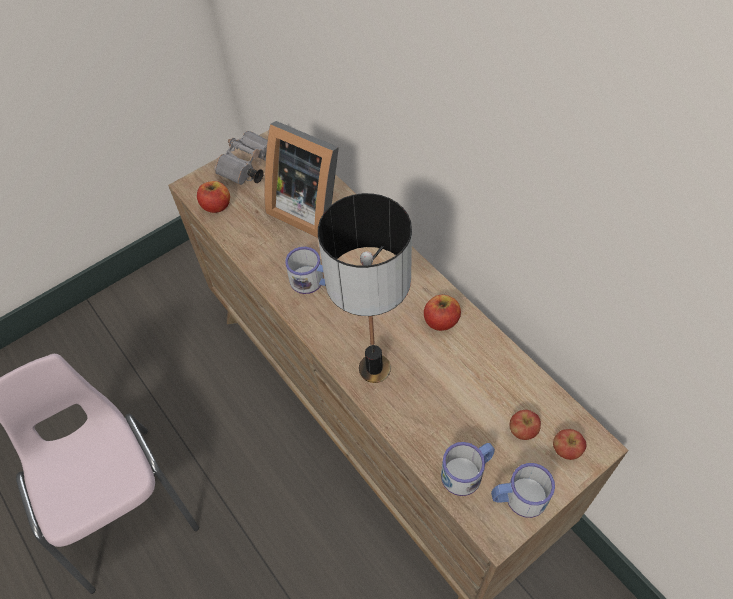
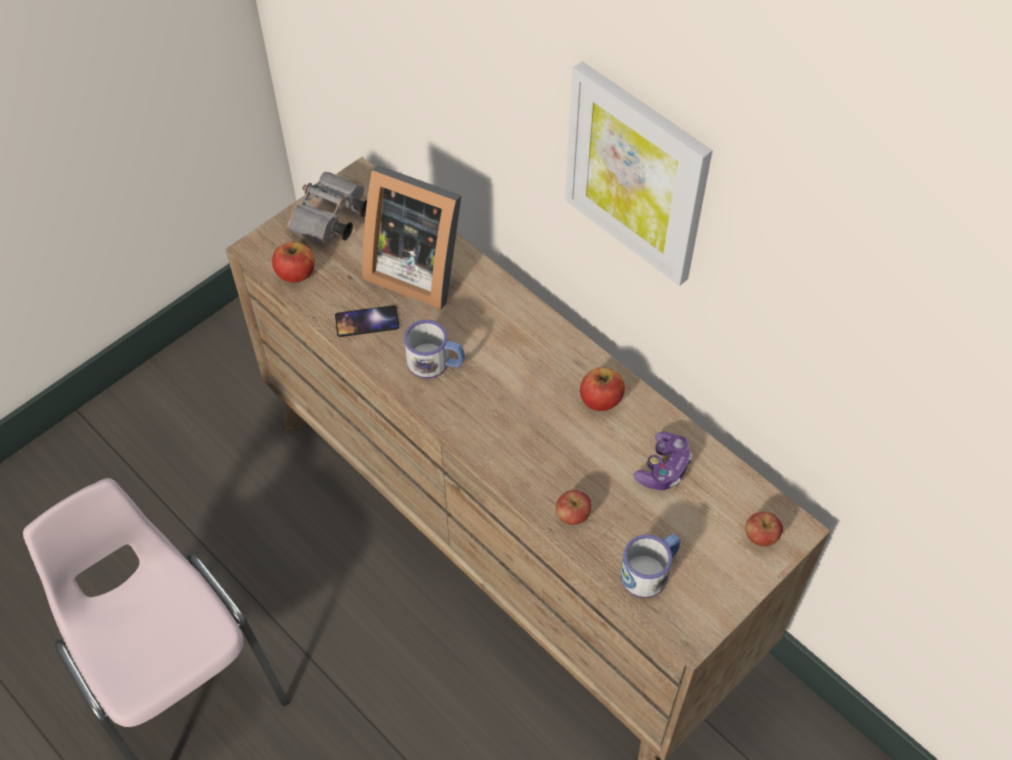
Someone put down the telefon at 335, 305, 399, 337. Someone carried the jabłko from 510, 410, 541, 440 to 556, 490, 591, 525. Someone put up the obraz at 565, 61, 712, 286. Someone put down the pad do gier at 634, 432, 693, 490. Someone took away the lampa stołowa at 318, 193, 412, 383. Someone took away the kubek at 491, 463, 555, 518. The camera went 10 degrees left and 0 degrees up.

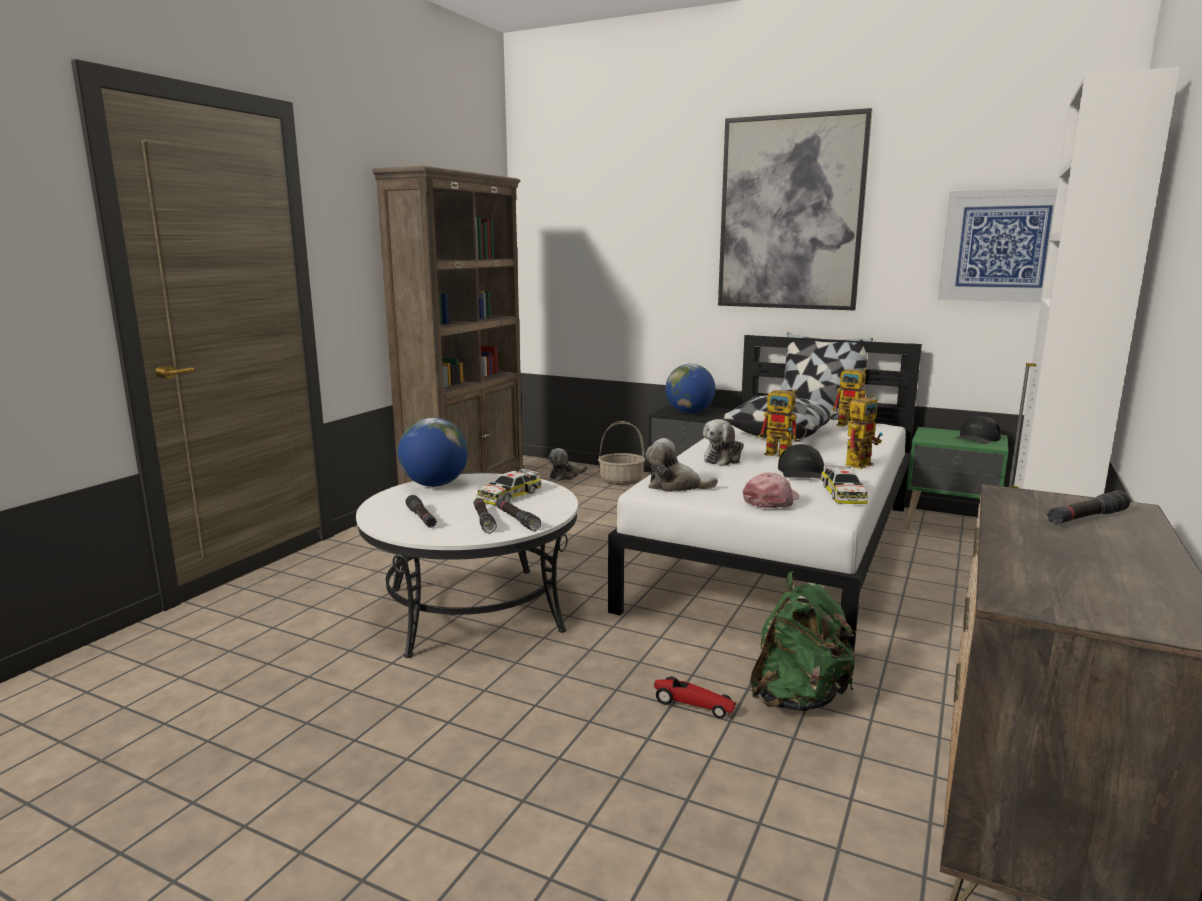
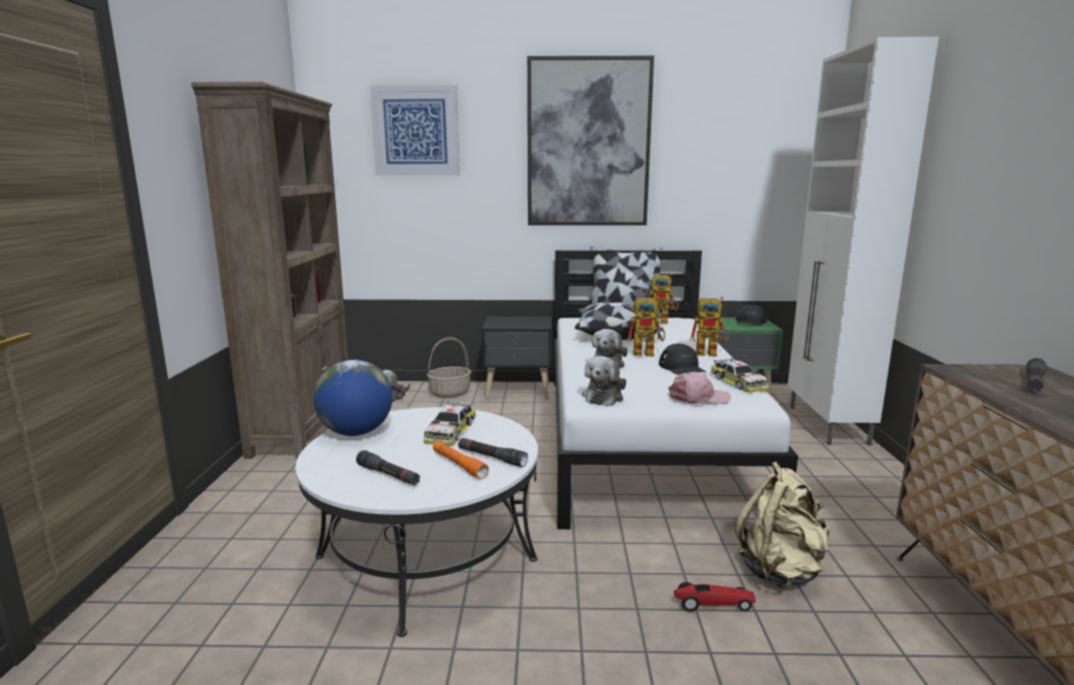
Someone carried the obraz from 938, 188, 1057, 303 to 370, 86, 459, 175. Someone repainted the latarka/czarny at 473, 498, 497, 533, which became the latarka/pomarańczowy at 433, 441, 489, 479. Someone rotated the pluszak at 645, 438, 718, 492 by 60 degrees counterclockwise. Someone rotated the czapka z daszkiem/różowy at 743, 472, 799, 508 by 75 degrees clockwise. Someone rotated the robot zabawkowy at 846, 394, 883, 469 by 75 degrees clockwise. Someone repainted the plecak/zielony at 750, 572, 856, 711, which became the plecak/beżowy at 735, 462, 830, 589. Someone took away the globus at 666, 364, 715, 413. The camera went 25 degrees left and 0 degrees up.

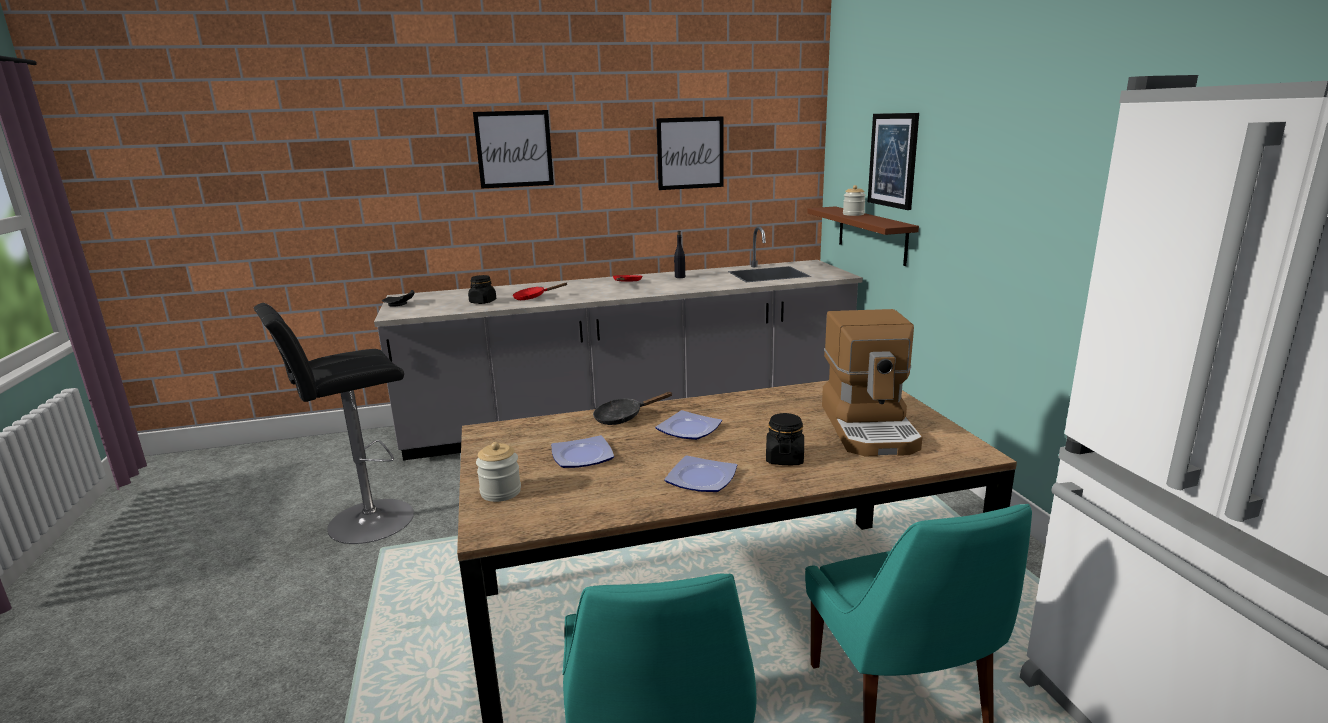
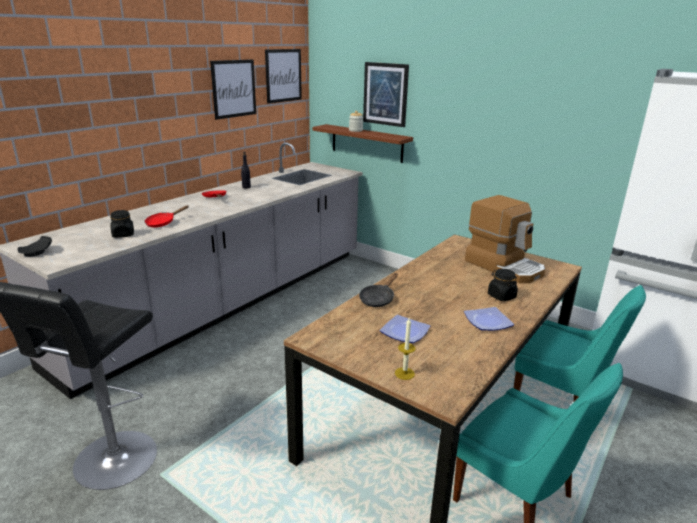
Someone carried the obraz from 473, 110, 554, 189 to 265, 49, 302, 104. Someone swapped the słoik at 476, 442, 521, 502 for the świeca at 395, 318, 416, 380. Someone took away the talerz at 655, 410, 722, 440. The camera went 40 degrees left and 5 degrees up.

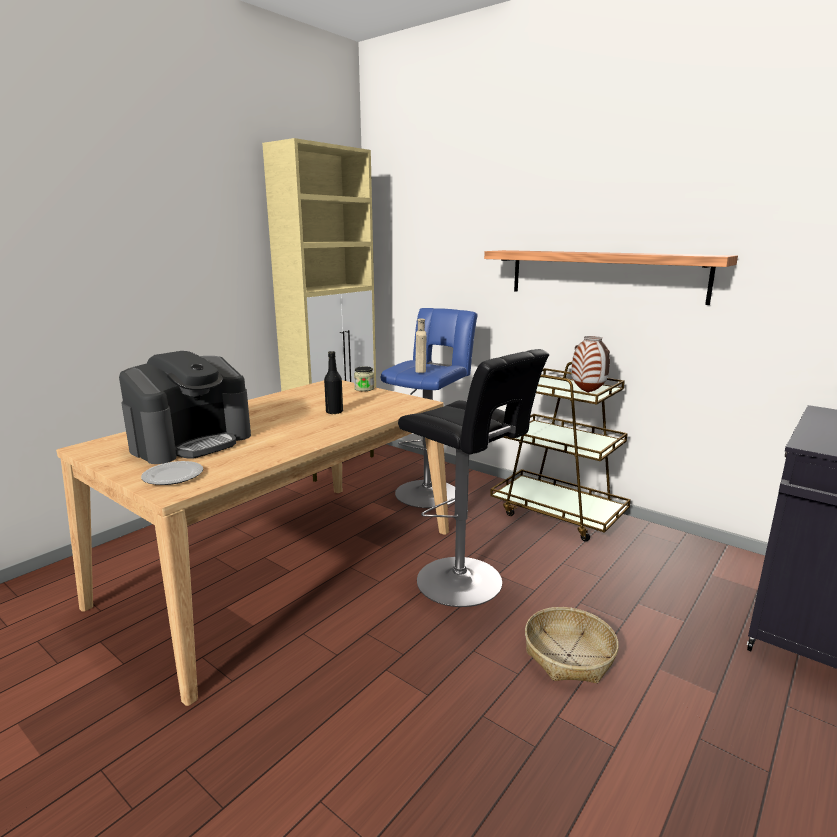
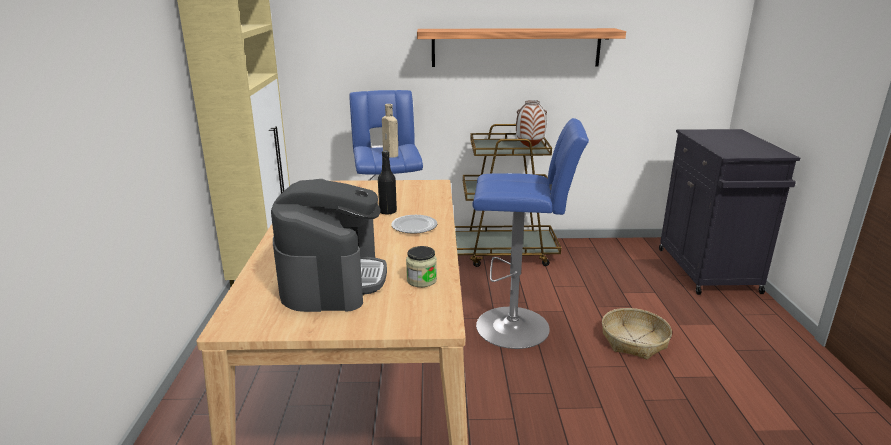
Someone carried the talerz from 141, 461, 203, 485 to 391, 215, 437, 234. Someone carried the słoik from 354, 366, 374, 391 to 406, 246, 437, 287. Someone repainted the stołek/czarny at 398, 349, 549, 607, which became the stołek/niebieski at 472, 118, 589, 349. The camera went 40 degrees left and 5 degrees up.

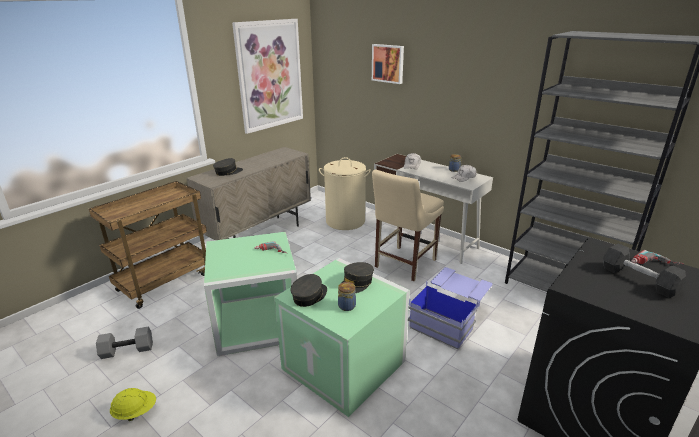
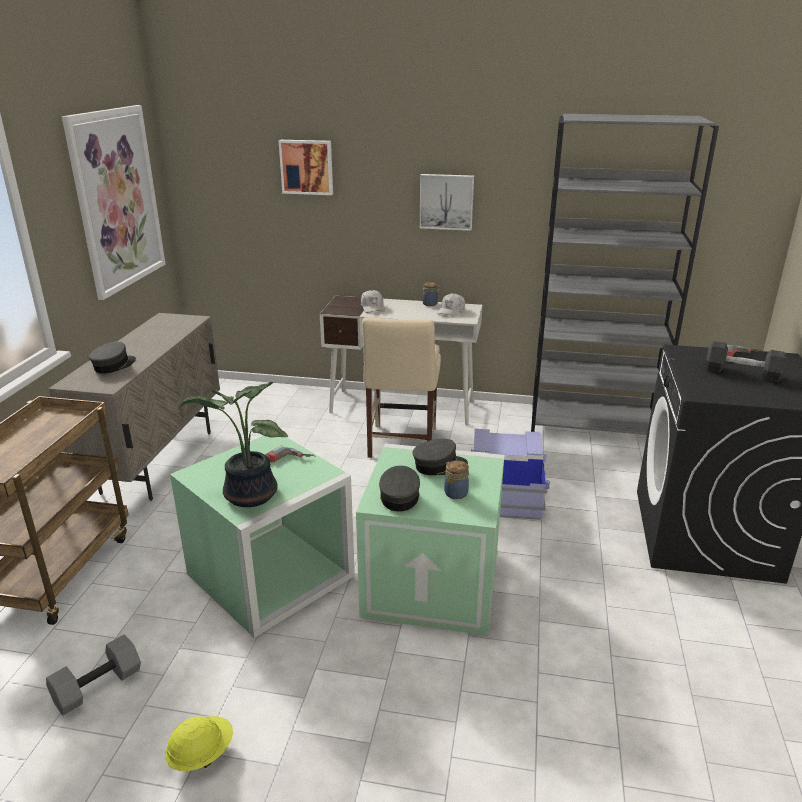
Someone put down the roślina doniczkowa at 179, 382, 288, 507. Someone rotated the czapka z daszkiem/szary at 341, 262, 374, 293 by 120 degrees counterclockwise. Someone put up the obraz at 420, 174, 474, 231. Someone took away the kosz na pranie/beżowy at 319, 157, 371, 230. The camera went 30 degrees left and 0 degrees up.

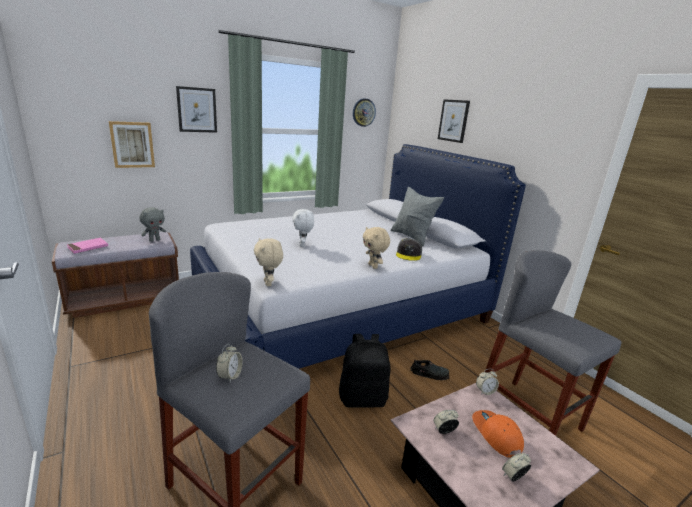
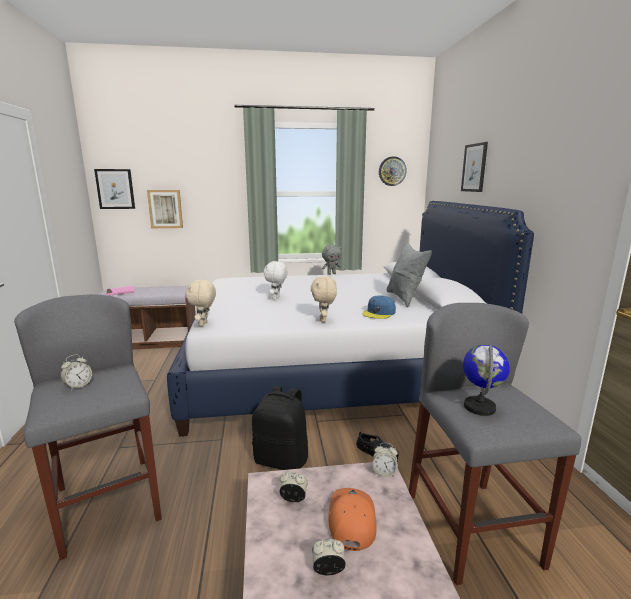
Someone carried the obraz from 176, 86, 217, 133 to 94, 169, 135, 209. Someone carried the pluszak/szary from 139, 207, 166, 242 to 322, 245, 342, 275. Someone repainted the czapka z daszkiem/szary at 396, 239, 422, 261, which became the czapka z daszkiem/niebieski at 363, 296, 396, 319. Someone put down the globus at 463, 344, 510, 416. The camera went 25 degrees right and 5 degrees down.

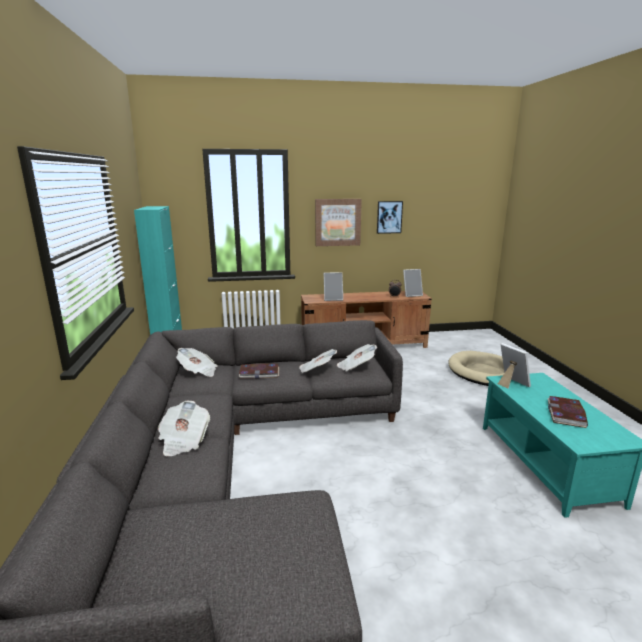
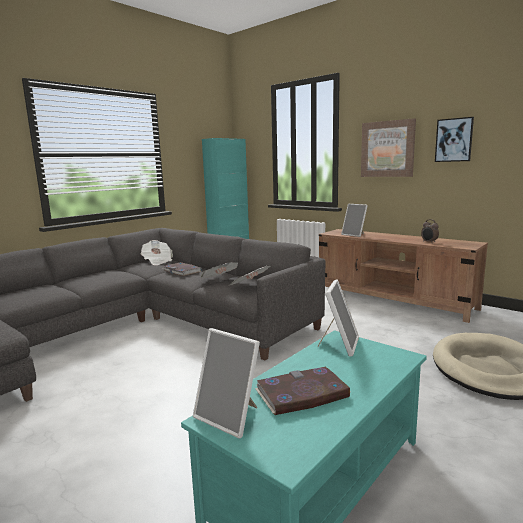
Someone carried the ramka na zdjęcie from 403, 269, 423, 297 to 193, 328, 260, 438. Someone took away the gazeta at 158, 401, 210, 456. The camera went 50 degrees right and 5 degrees down.

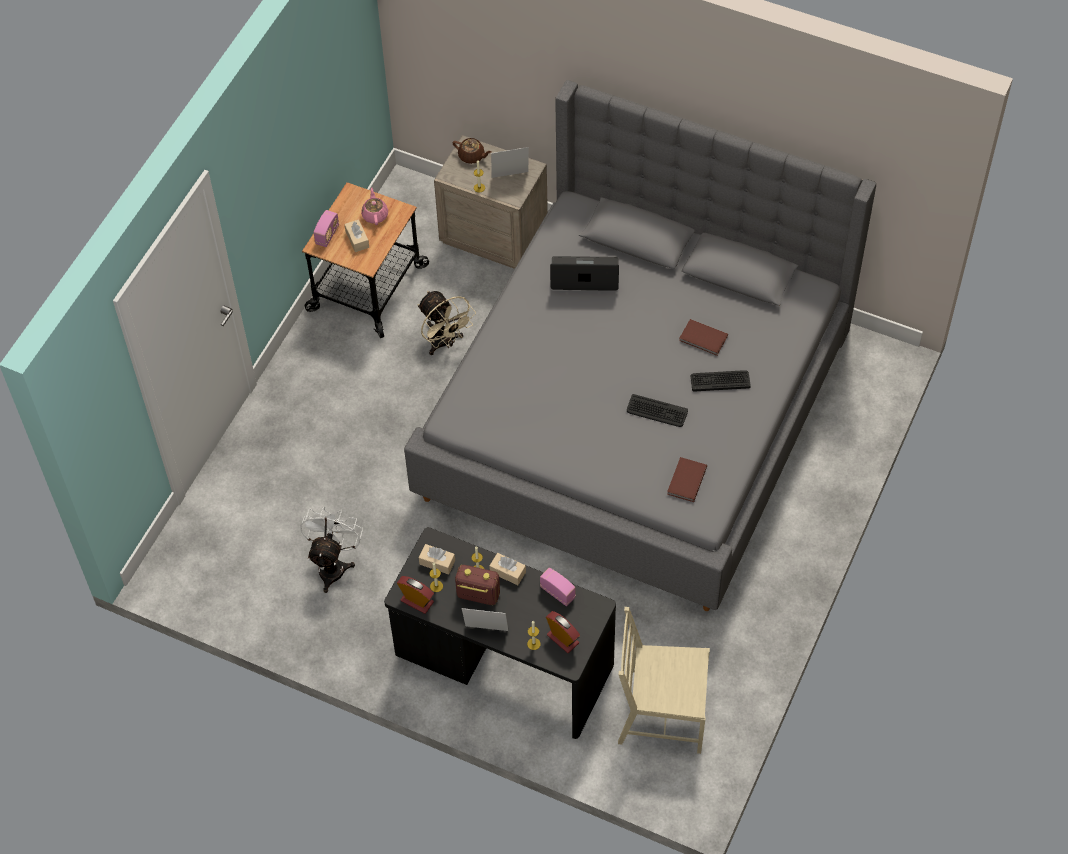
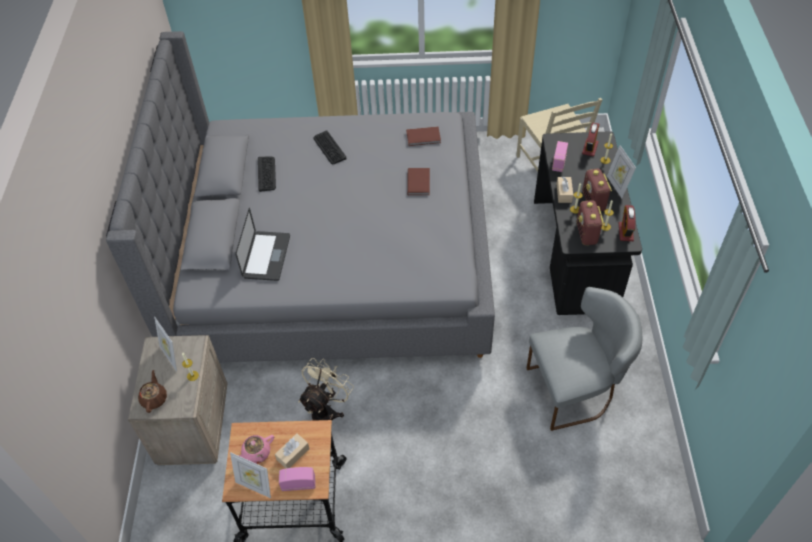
Someone put down the ramka na zdjęcie at 230, 452, 271, 498. Someone rotated the laptop at 550, 256, 619, 291 by 150 degrees counterclockwise. Someone carried the klawiatura from 627, 394, 688, 427 to 258, 156, 276, 192. Someone carried the książka/brązowy from 679, 319, 728, 356 to 407, 168, 430, 195. Someone swapped the wentylator/biały at 300, 506, 363, 593 for the krzesło/szary at 527, 287, 642, 431. Someone swapped the pudełko chusteczek/beżowy at 419, 544, 455, 575 for the radio at 577, 200, 604, 245. The camera went 115 degrees left and 5 degrees down.

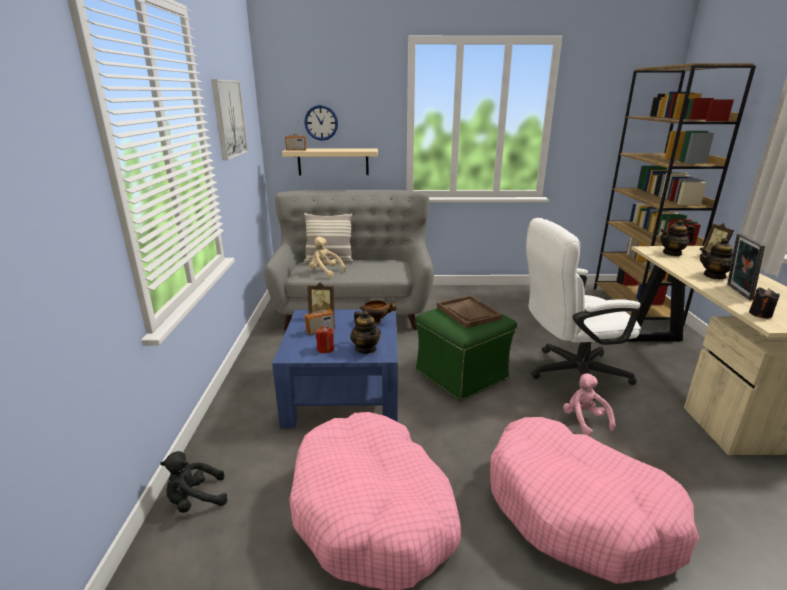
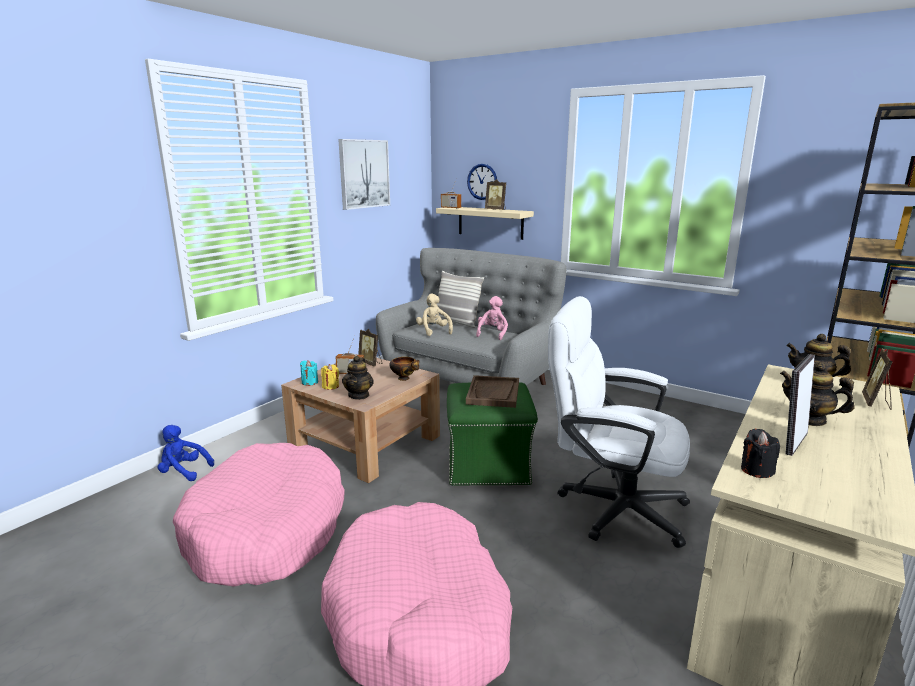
Someone repainted the pluszak/czarny at 160, 451, 227, 513, which became the pluszak/niebieski at 158, 425, 214, 481. Someone repainted the ława/niebieski at 272, 309, 398, 428, which became the ława/brązowy at 281, 358, 440, 483. Someone put down the świeca/turkusowy at 300, 360, 318, 386. Someone repainted the świeca/czerwony at 316, 326, 334, 353, which became the świeca/żółty at 321, 364, 339, 390. Someone carried the pluszak/różowy from 563, 373, 616, 436 to 476, 296, 508, 340. Someone put down the ramka na zdjęcie at 485, 179, 506, 210. The camera went 35 degrees right and 5 degrees down.

